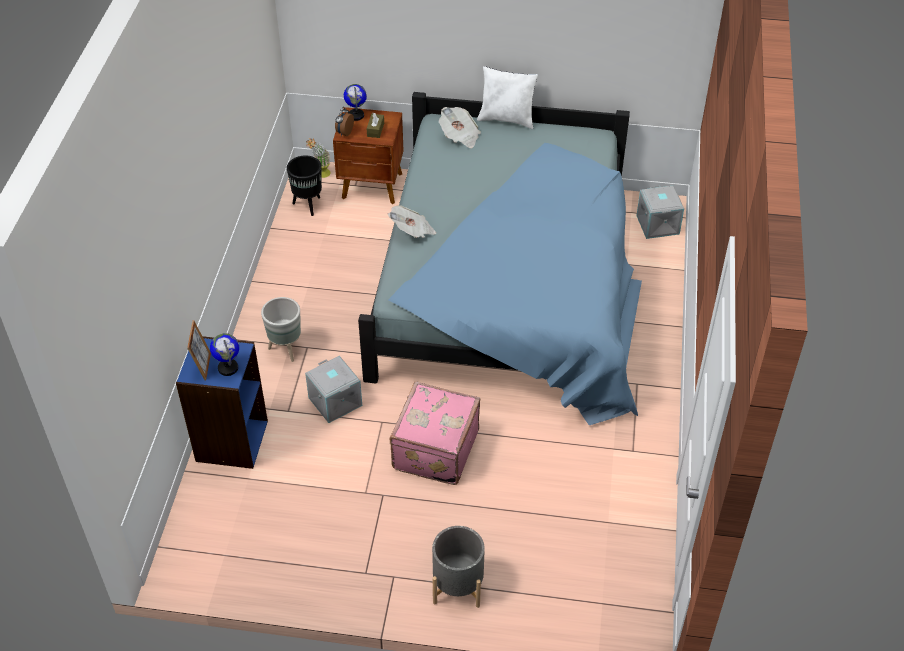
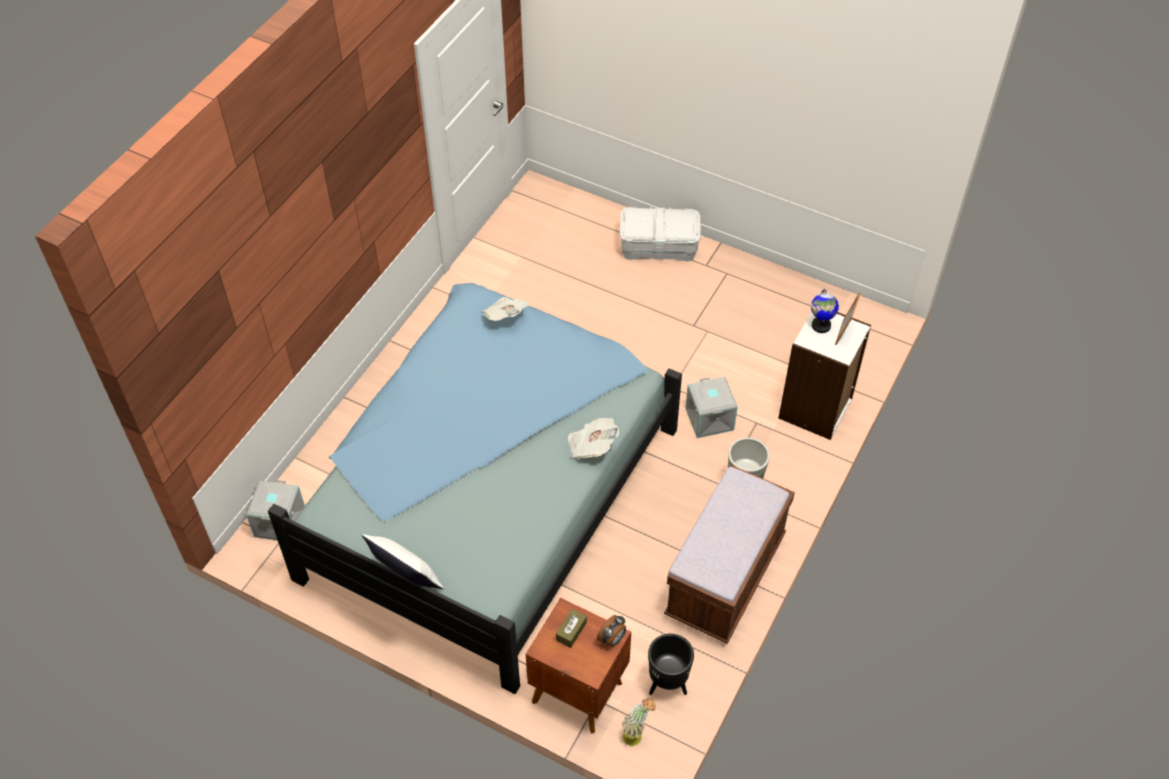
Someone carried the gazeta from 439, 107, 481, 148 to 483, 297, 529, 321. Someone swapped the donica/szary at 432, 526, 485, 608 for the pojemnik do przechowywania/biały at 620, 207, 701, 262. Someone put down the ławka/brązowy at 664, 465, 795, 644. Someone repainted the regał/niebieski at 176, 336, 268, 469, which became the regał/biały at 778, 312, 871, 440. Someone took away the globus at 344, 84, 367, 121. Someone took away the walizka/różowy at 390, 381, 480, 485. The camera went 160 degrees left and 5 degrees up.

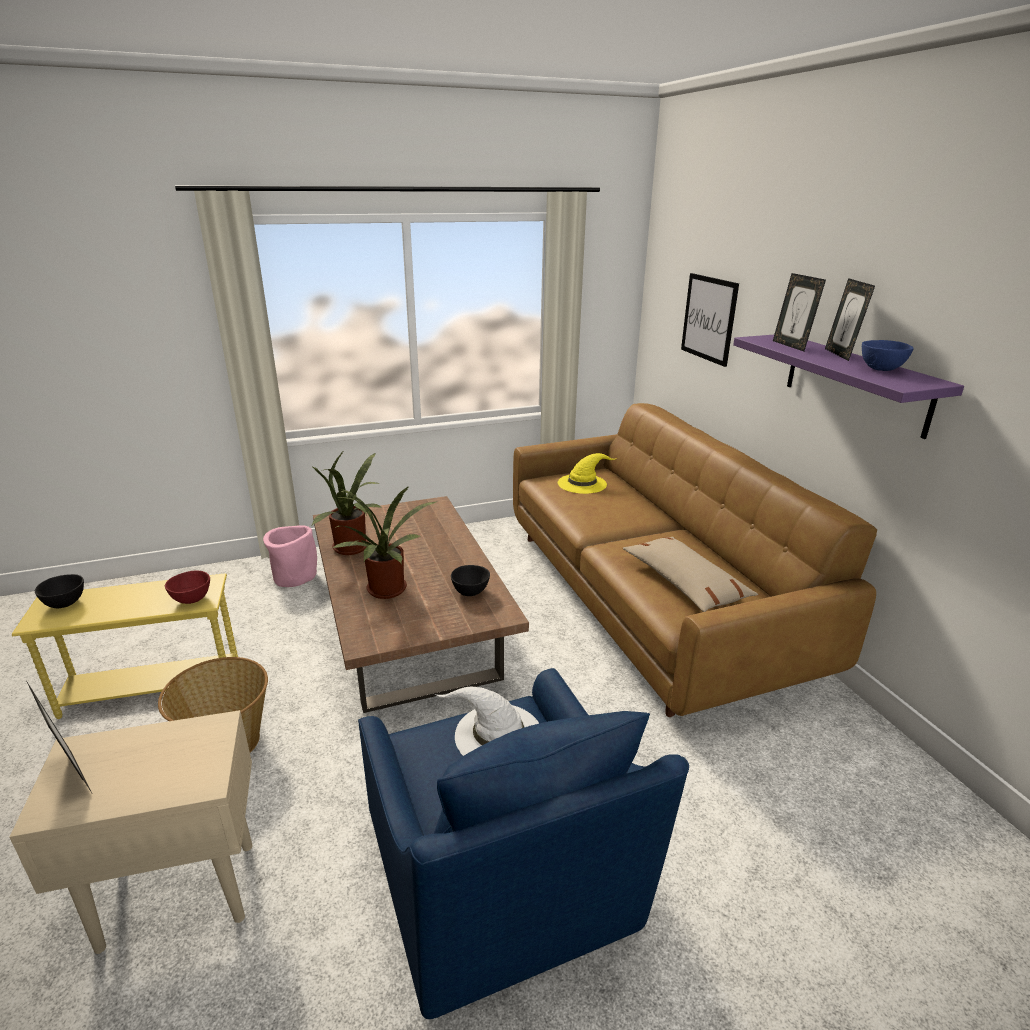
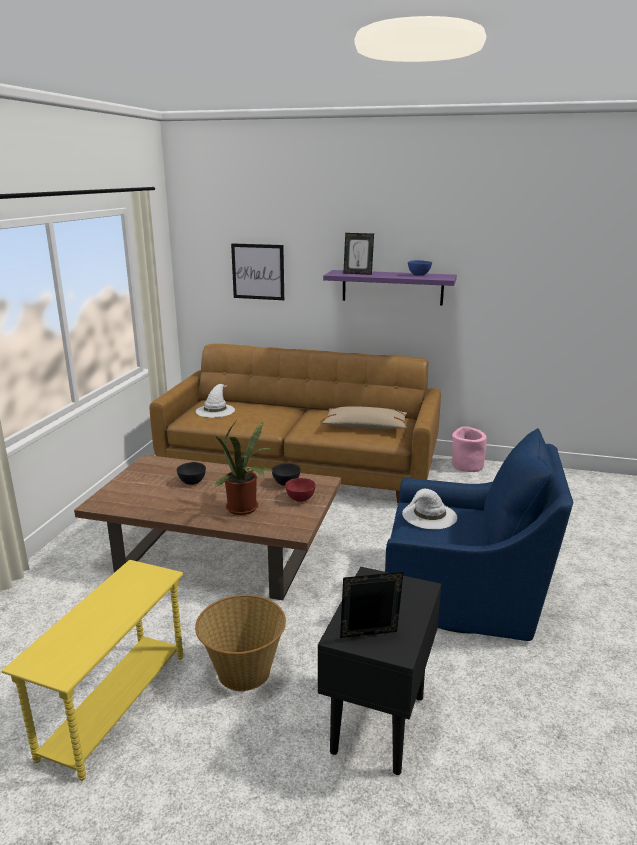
Someone carried the miska/czarny from 35, 574, 84, 608 to 177, 462, 206, 485. Someone repainted the kapelusz/żółty at 558, 453, 617, 494, which became the kapelusz/biały at 196, 384, 235, 418. Someone carried the miska/czerwony from 165, 571, 210, 604 to 285, 478, 316, 502. Someone repainted the stolik/beżowy at 10, 710, 253, 954, which became the stolik/czarny at 318, 567, 441, 775. Someone carried the donica/różowy from 263, 525, 317, 587 to 452, 426, 487, 472. Someone took away the roślina doniczkowa at 311, 450, 383, 555. Someone took away the ramka na zdjęcie at 825, 278, 875, 361. The camera went 55 degrees left and 5 degrees down.

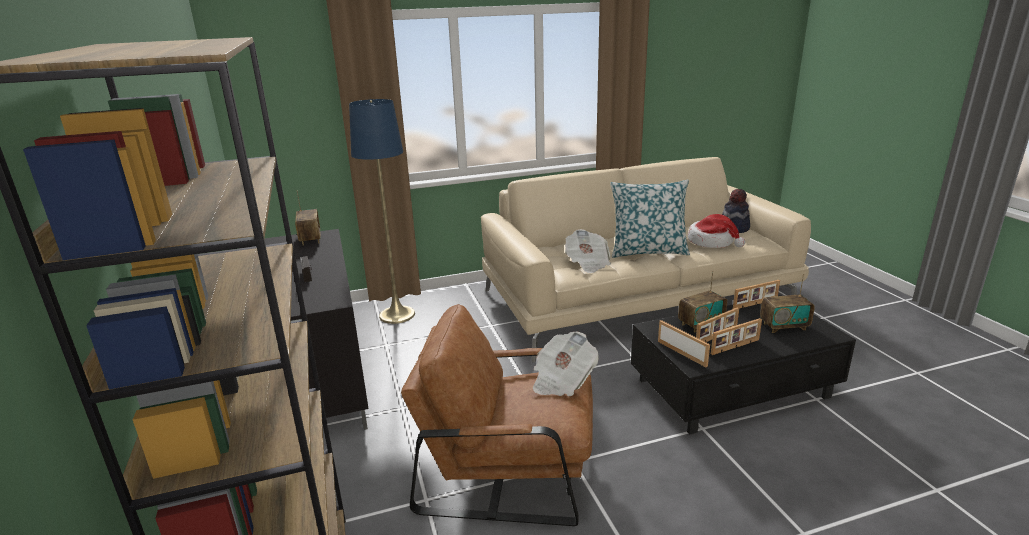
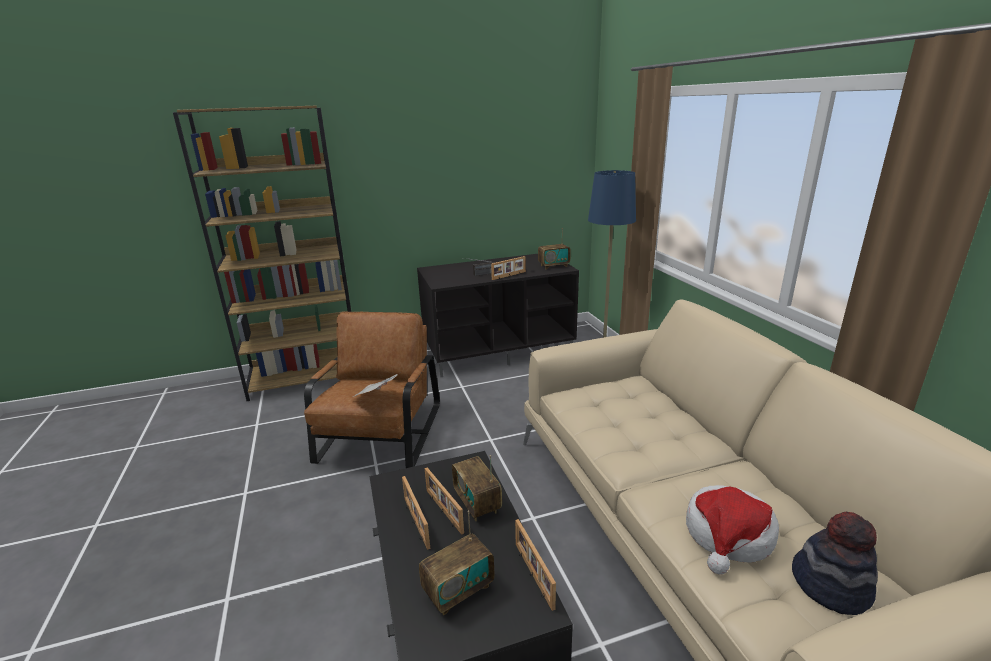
Someone rotated the radio at 760, 274, 815, 333 by 120 degrees counterclockwise. Someone carried the ramka na zdjęcie from 658, 320, 710, 367 to 491, 256, 526, 280. Someone took away the gazeta at 565, 229, 611, 273. Someone took away the poduszka at 610, 180, 690, 258. The camera went 90 degrees right and 0 degrees up.

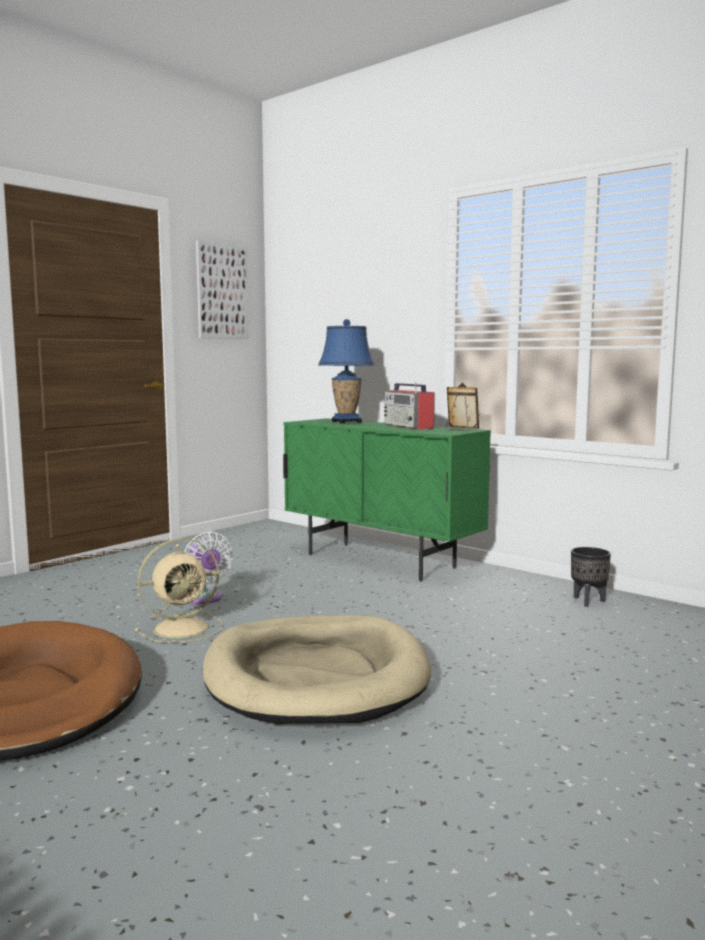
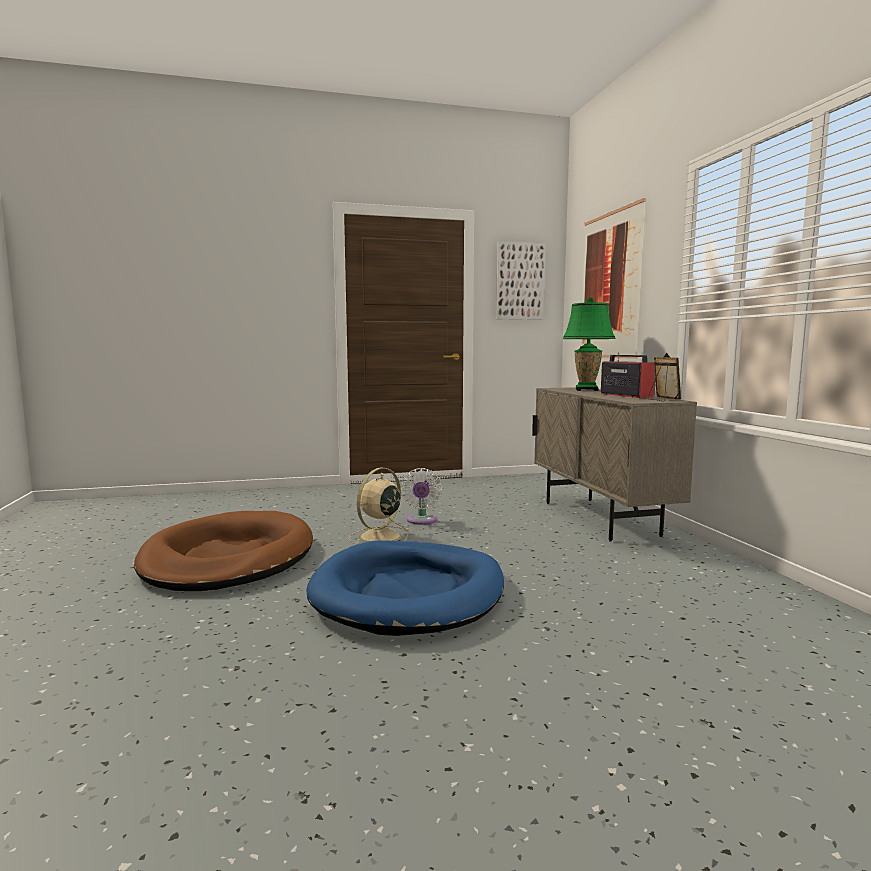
Someone repainted the legowisko/beżowy at 203, 615, 431, 724, which became the legowisko/niebieski at 306, 540, 504, 636. Someone rotated the wentylator/beżowy at 135, 538, 223, 643 by 120 degrees clockwise. Someone repainted the szafka/zielony at 283, 418, 491, 582, which became the szafka/beżowy at 532, 387, 697, 542. Someone repainted the lampa stołowa/niebieski at 318, 319, 375, 424, which became the lampa stołowa/zielony at 563, 297, 616, 391. Someone put up the obraz at 581, 198, 646, 359. Someone rotated the radio at 384, 382, 435, 430 by 150 degrees clockwise. Someone took away the donica/czarny at 571, 547, 611, 607. The camera went 35 degrees right and 0 degrees up.

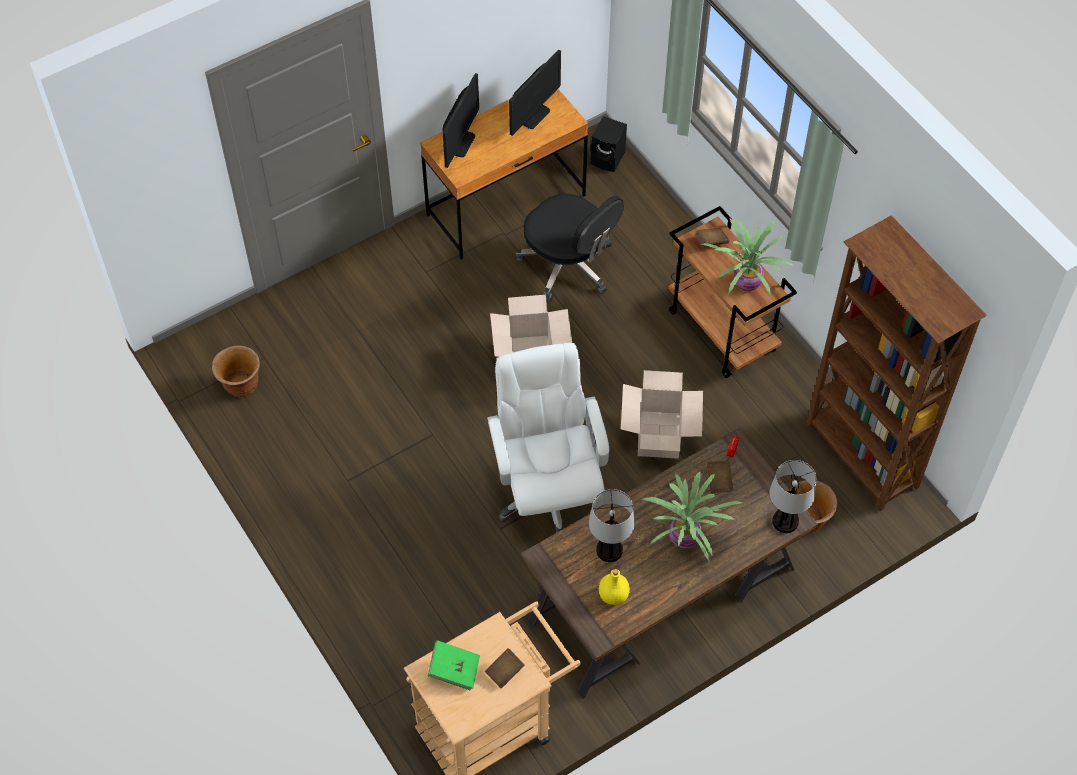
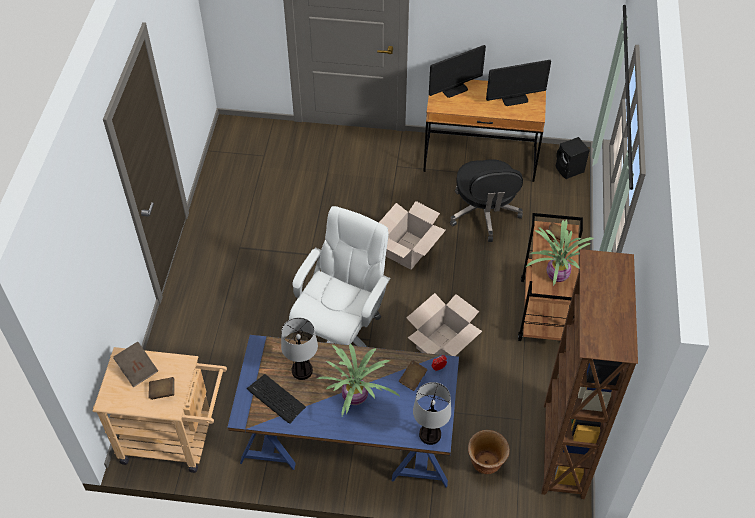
Someone repainted the książka/zielony at 428, 640, 480, 691, which became the książka/brązowy at 113, 342, 158, 387. Someone repainted the biurko/brązowy at 521, 428, 818, 699, which became the biurko/niebieski at 227, 335, 459, 488. Someone swapped the butelka/żółty at 599, 569, 630, 605 for the klawiatura at 247, 374, 306, 424. Someone took away the donica/brązowy at 212, 345, 260, 397. The camera went 40 degrees right and 5 degrees down.

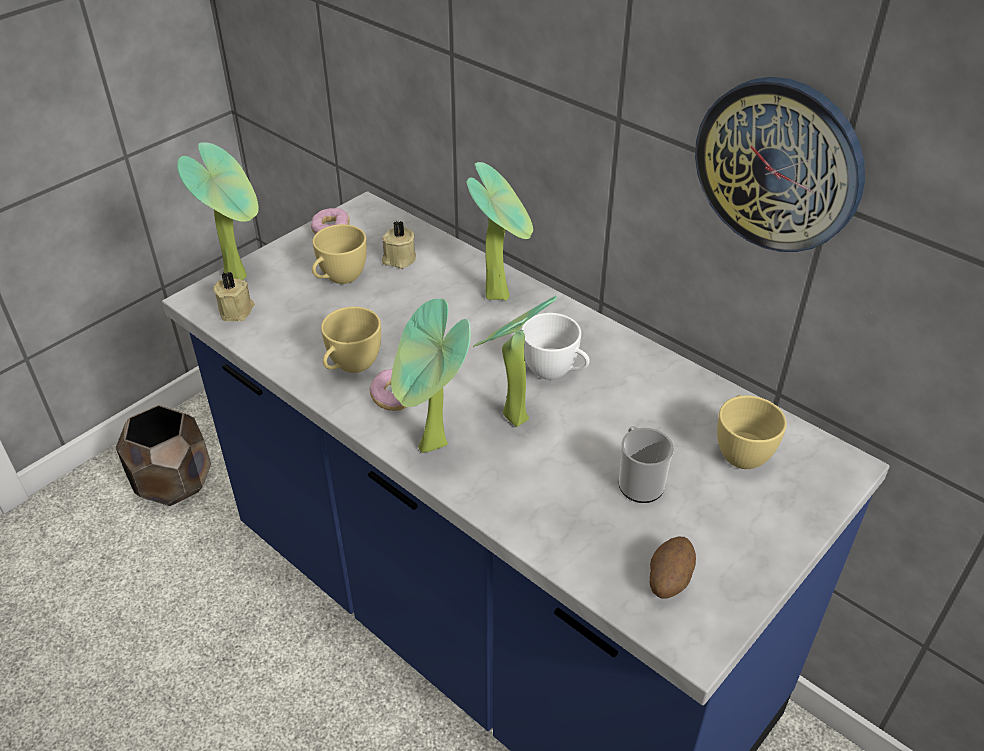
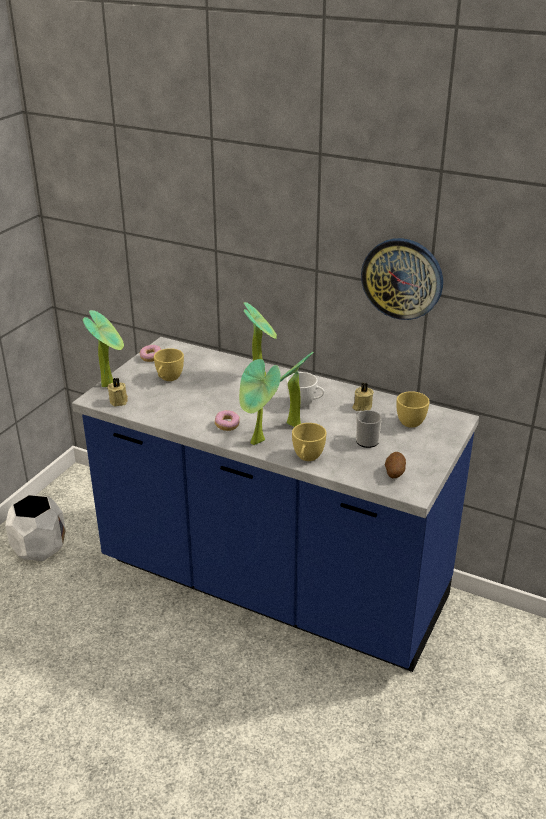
Someone repainted the donica/brązowy at 116, 405, 211, 506, which became the donica/biały at 5, 495, 66, 561. Someone carried the filiżanka/żółty from 321, 307, 381, 373 to 292, 423, 326, 461. Someone carried the świeca/beżowy from 382, 221, 416, 269 to 352, 383, 374, 411. The camera went 15 degrees left and 10 degrees down.

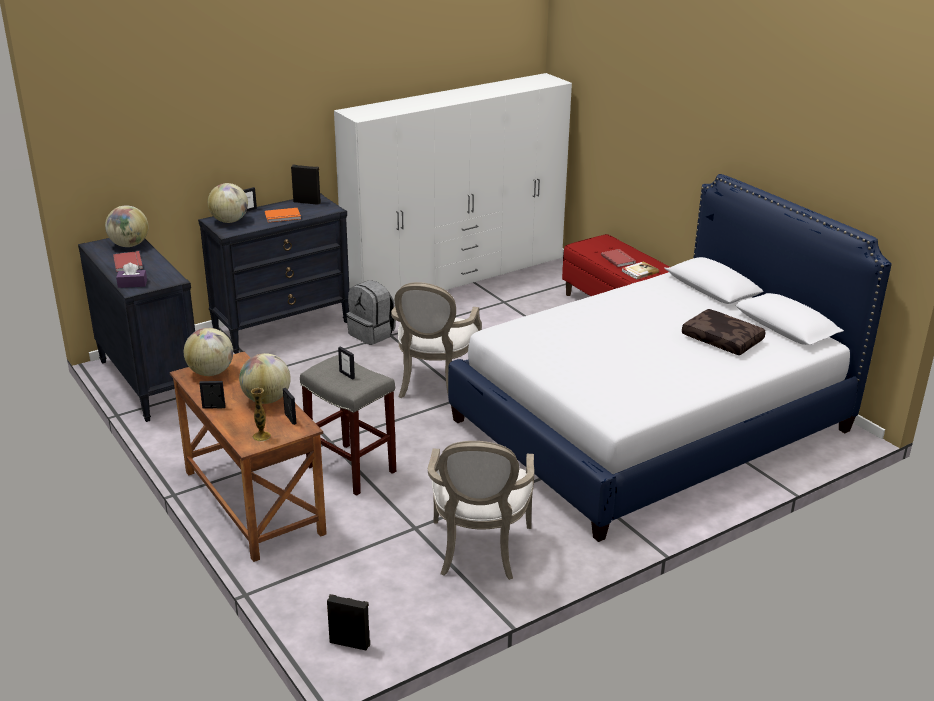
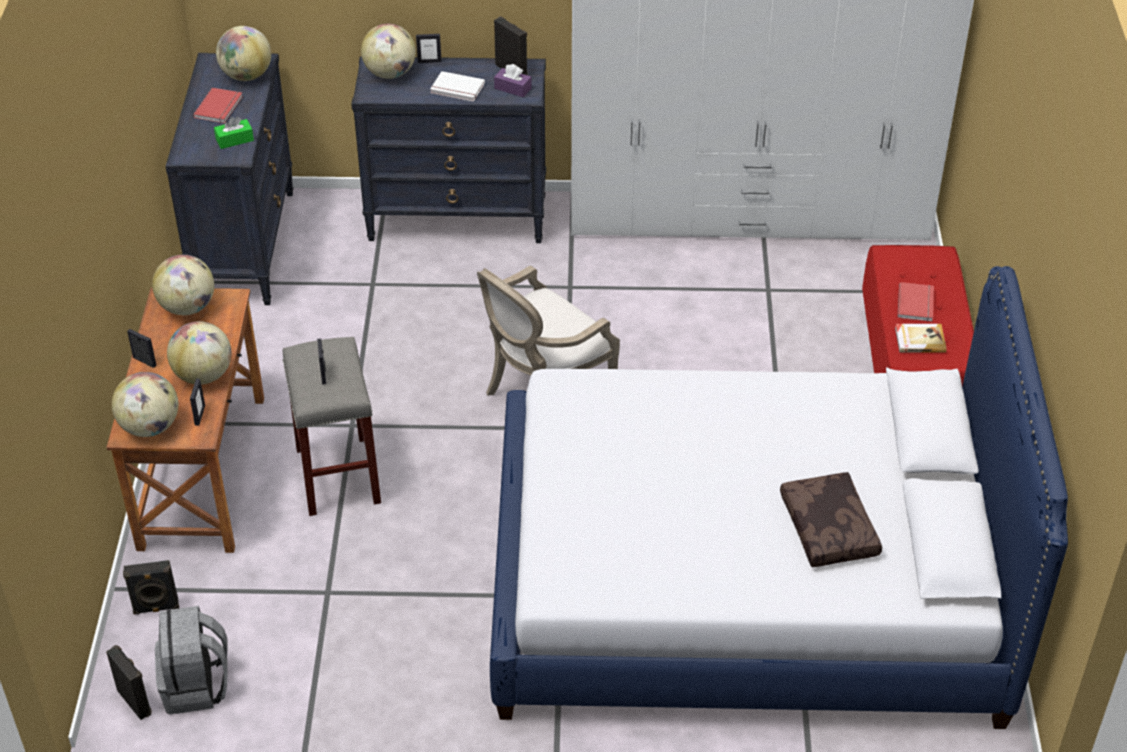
Someone swapped the wazon at 251, 388, 271, 441 for the globus at 112, 372, 178, 437. Someone put down the głośnik/czarny at 123, 560, 179, 615. Someone carried the plecak/szary from 346, 280, 396, 345 to 155, 606, 228, 714. Someone put down the pudełko chusteczek/zielony at 214, 117, 254, 149. Someone repainted the książka/pomarańczowy at 265, 208, 301, 222, which became the książka/biały at 430, 71, 485, 101. Someone carried the pudełko chusteczek/fioletowy from 116, 263, 147, 288 to 494, 64, 532, 97. Someone took away the fotel at 428, 441, 535, 580. The camera went 35 degrees right and 15 degrees up.

